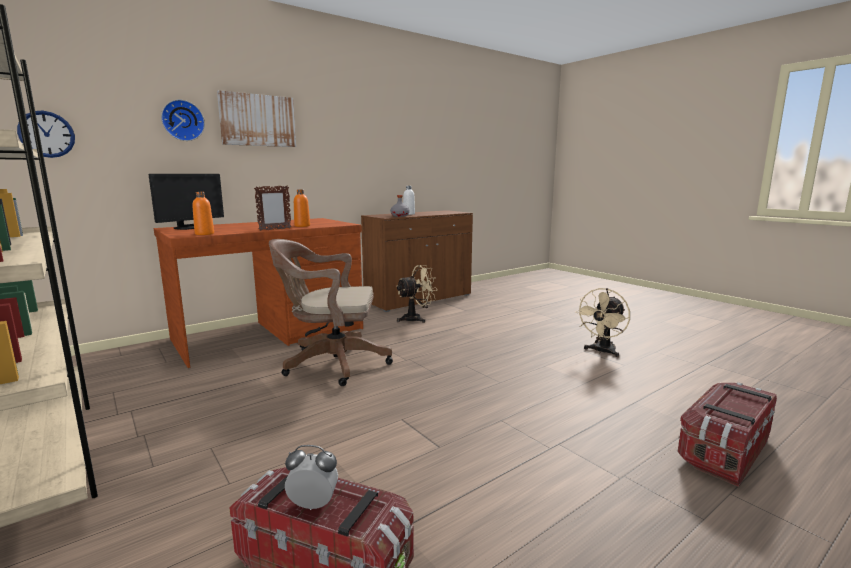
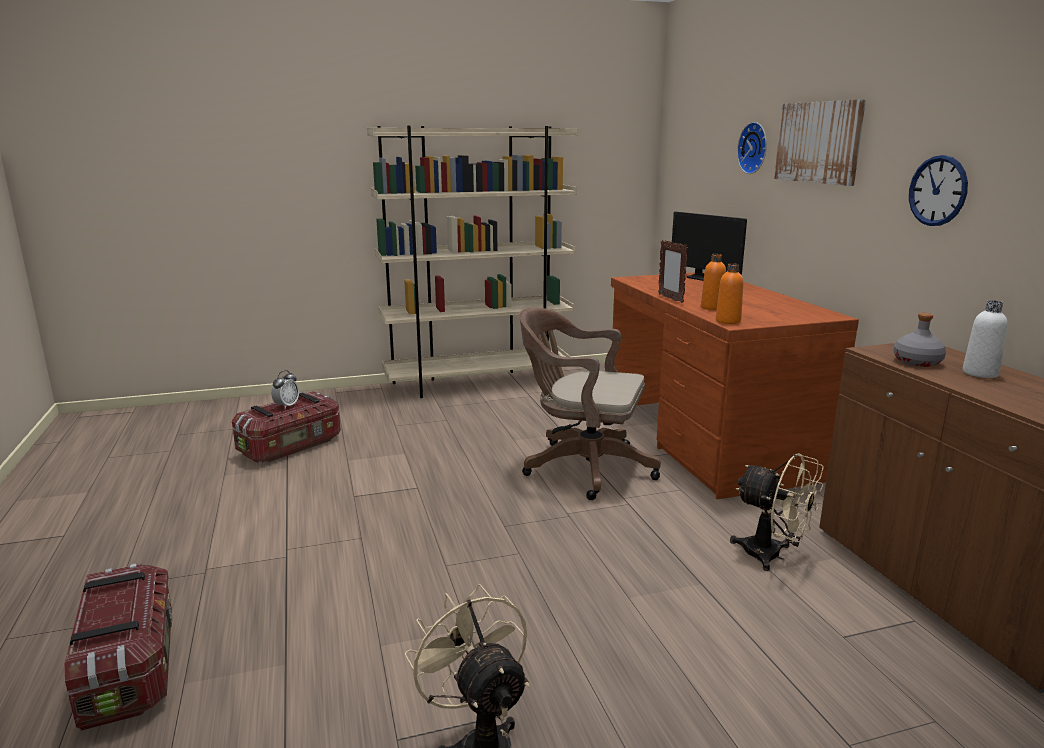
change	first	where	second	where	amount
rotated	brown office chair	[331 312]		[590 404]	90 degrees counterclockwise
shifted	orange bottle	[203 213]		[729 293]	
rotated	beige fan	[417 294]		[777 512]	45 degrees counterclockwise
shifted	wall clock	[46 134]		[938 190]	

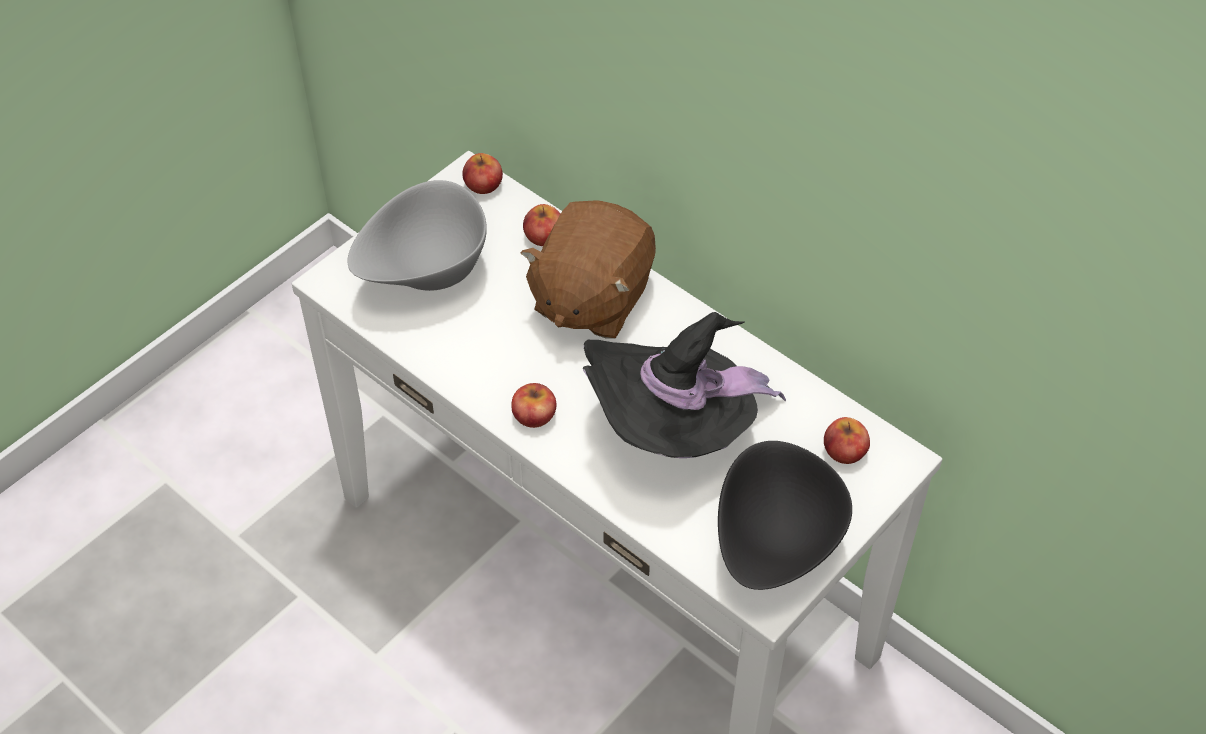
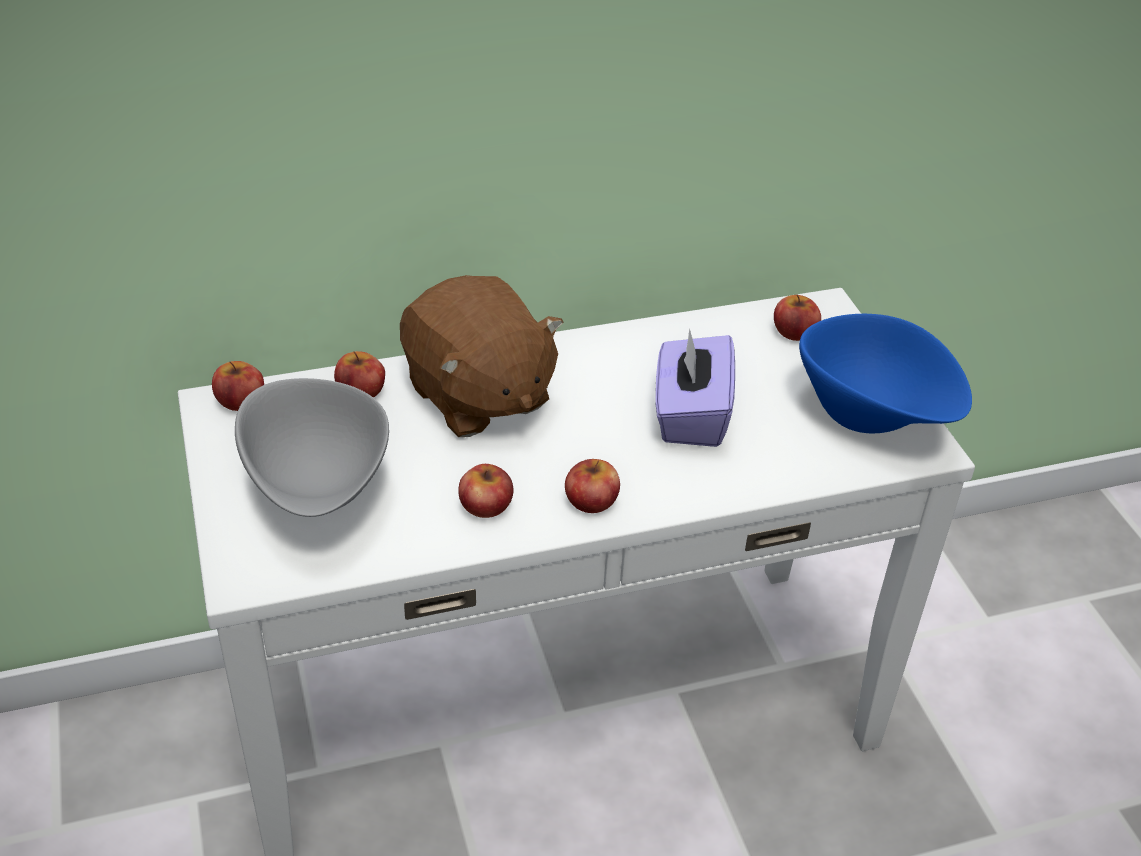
change	first	where	second	where	amount
new			apple	[485 491]	
swapped	black hat	[684 385]	purple tissue box	[695 387]	
repainted	black bowl	[785 515]	blue bowl	[885 373]	

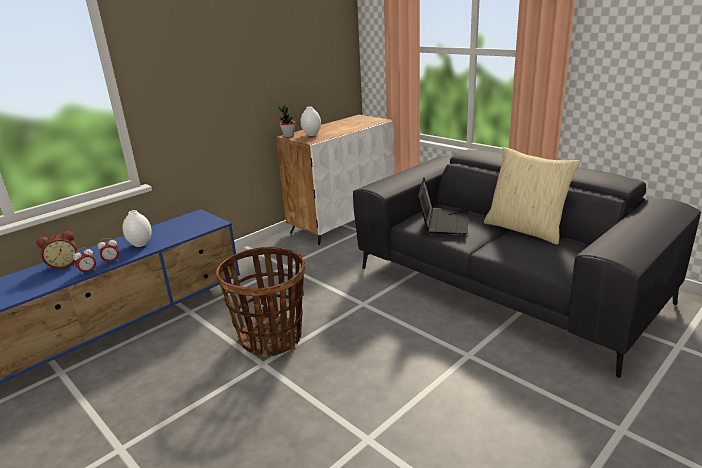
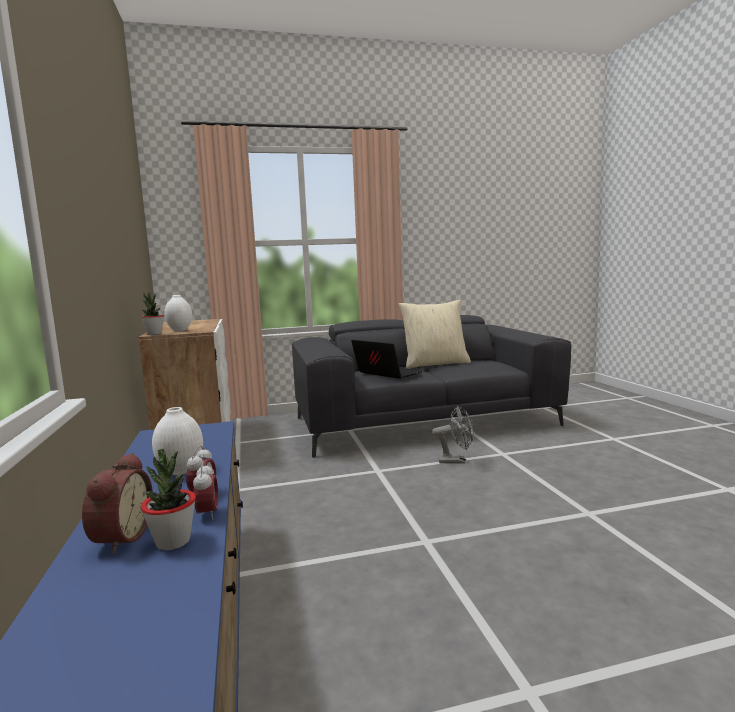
change	first	where	second	where	amount
new			potted plant	[168 499]	
new			grey fan	[453 434]	
gone	basket	[260 301]			

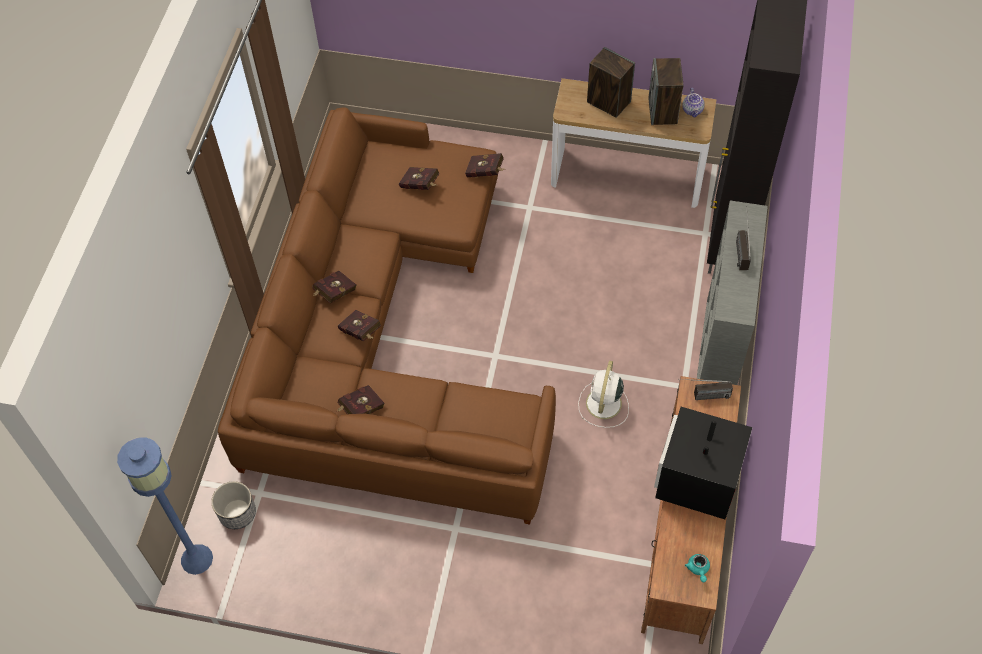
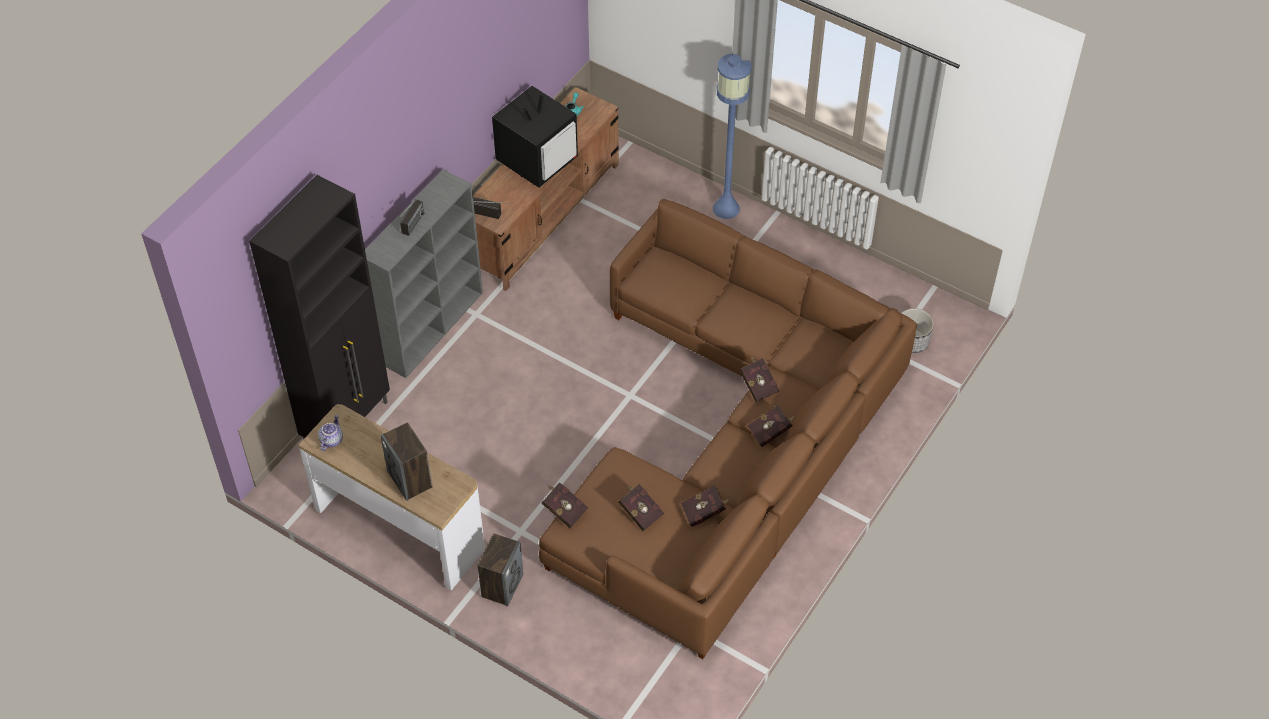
change	first	where	second	where	amount
shifted	speaker	[666 91]		[500 569]	
shifted	red book	[361 399]		[705 506]	
shifted	blue floor lamp	[165 506]		[732 136]	
gone	white fan	[603 394]			

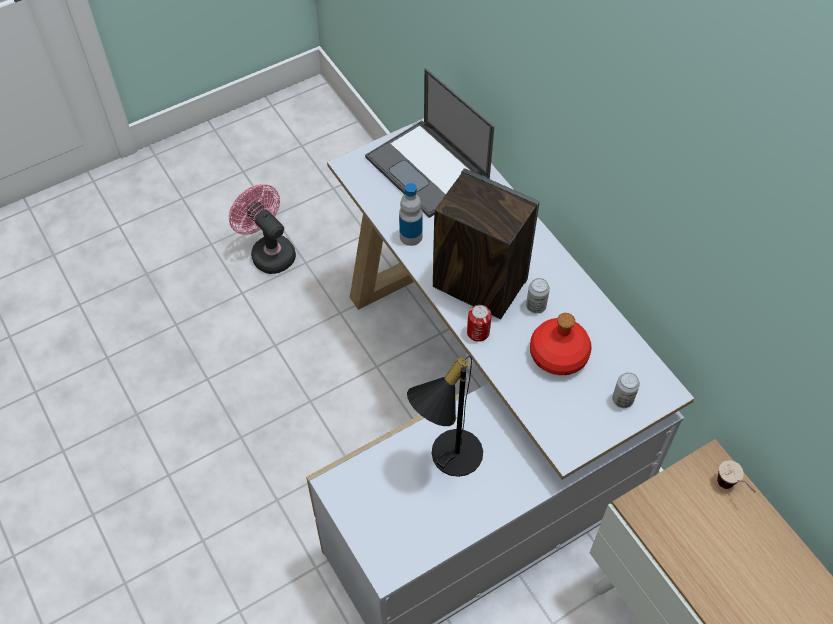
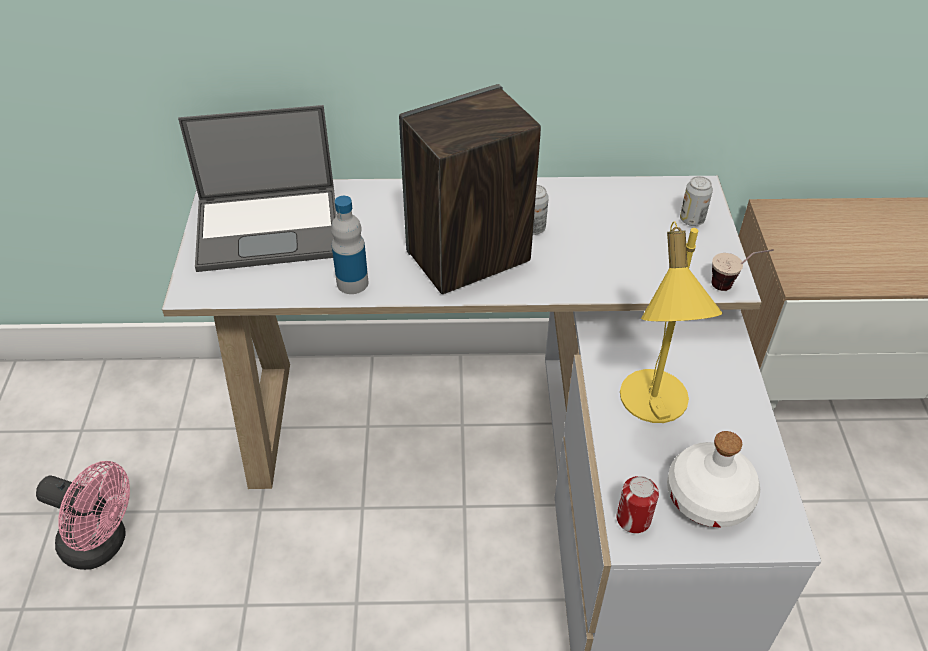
change	first	where	second	where	amount
rotated	pink fan	[262 229]		[83 515]	150 degrees counterclockwise
shifted	can	[479 323]		[637 504]	
repainted	black table lamp	[445 416]	yellow table lamp	[671 322]	
new			white bottle	[713 479]	
shifted	cup	[736 476]		[743 270]	
gone	red bottle	[561 344]			

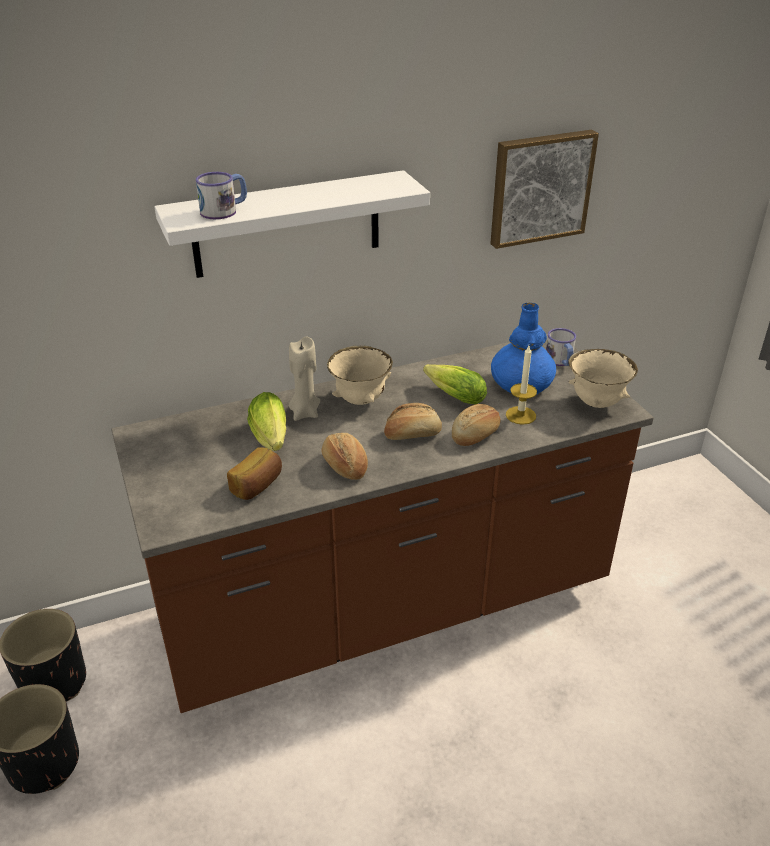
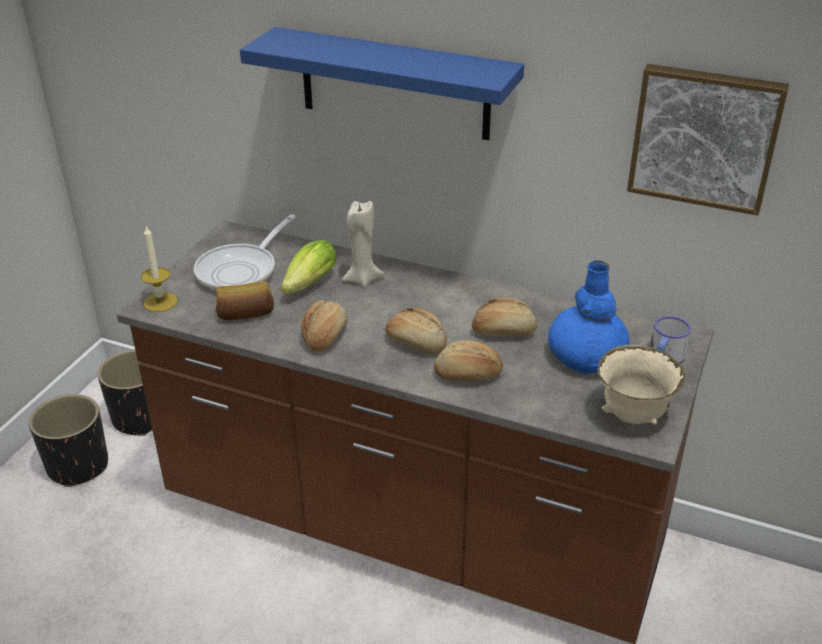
change	first	where	second	where	amount
shifted	candle	[521 385]		[159 269]	
new			frying pan	[245 252]	
repainted	white shelf	[292 224]	blue shelf	[382 83]	
swapped	lettuce	[455 384]	bread	[504 317]	
gone	mug	[221 195]			
gone	beige bowl	[360 375]			

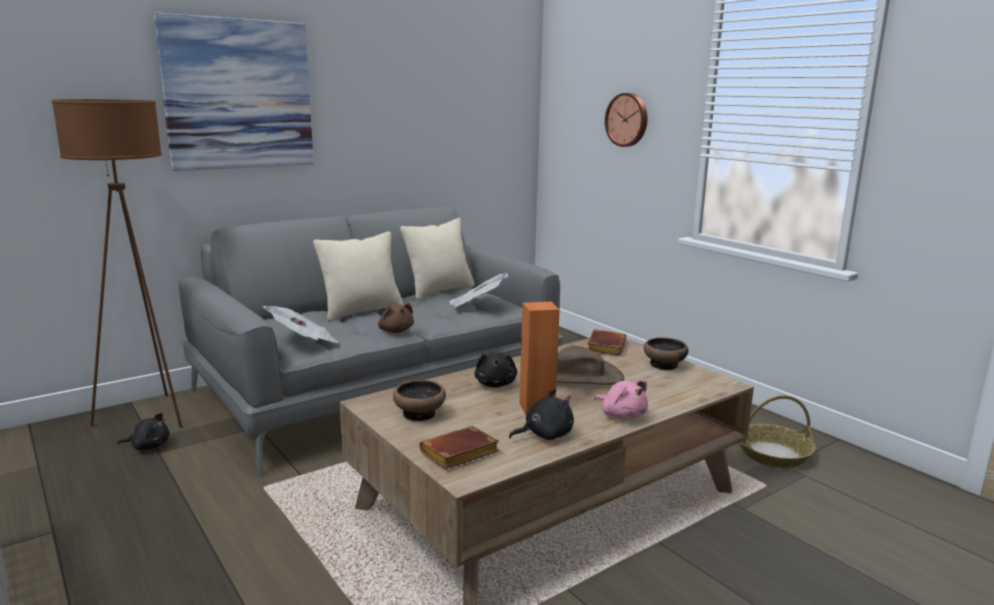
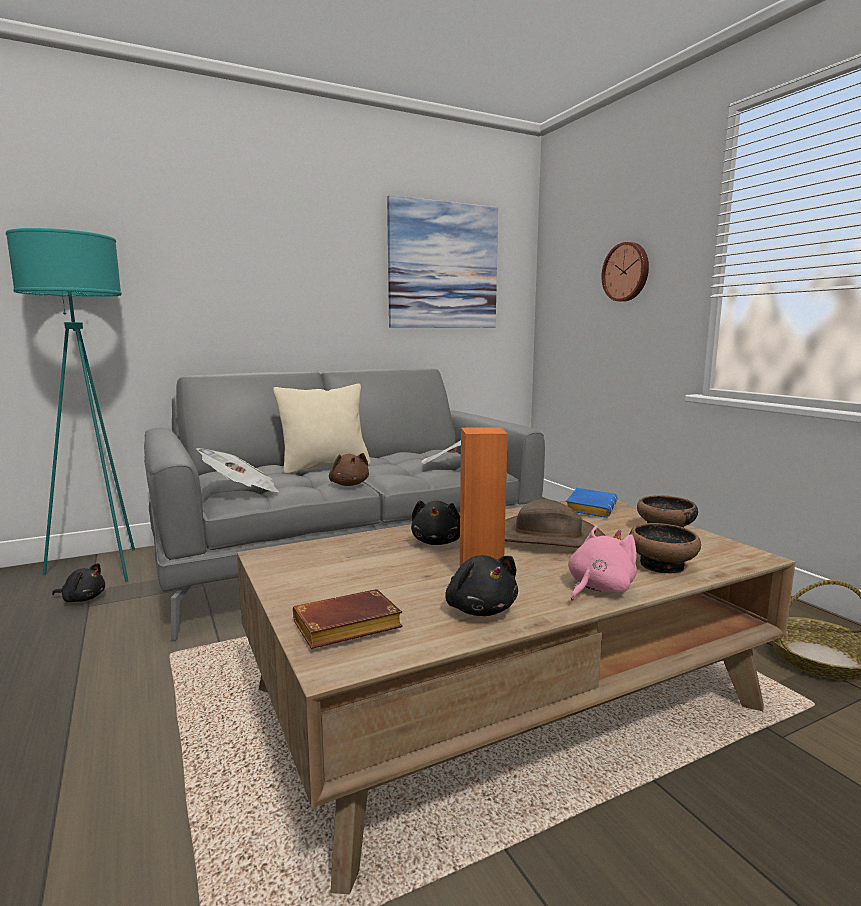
change	first	where	second	where	amount
repainted	brown floor lamp	[117 263]	turquoise floor lamp	[70 405]	
shifted	picture	[234 91]		[442 261]	
rotated	black plush toy	[541 414]		[481 585]	75 degrees clockwise
repainted	brown book	[607 342]	blue book	[591 503]	
rotated	pink plush toy	[621 400]		[602 563]	105 degrees counterclockwise
shifted	bowl	[419 400]		[665 548]	
gone	beige pillow	[437 259]			

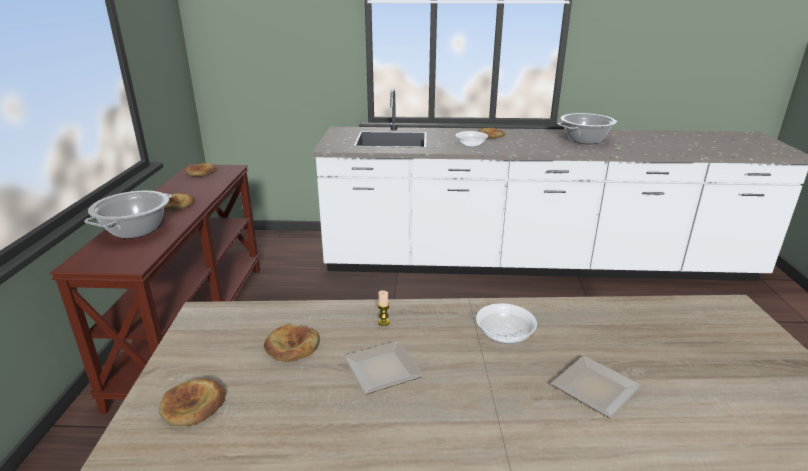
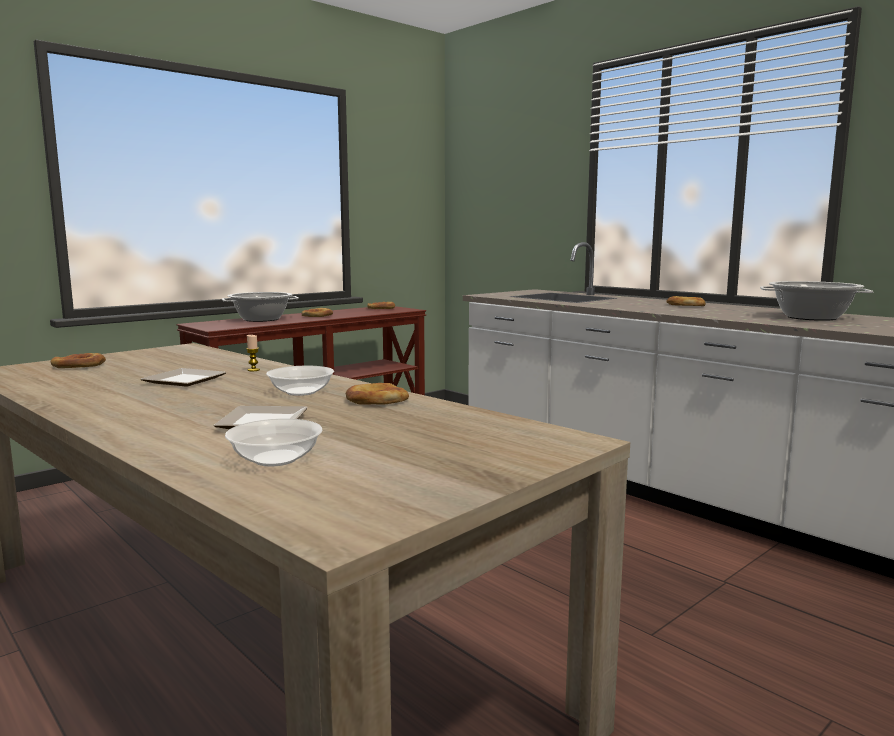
change	first	where	second	where	amount
shifted	bowl	[472 139]		[273 442]	
shifted	bread	[292 343]		[377 394]	

